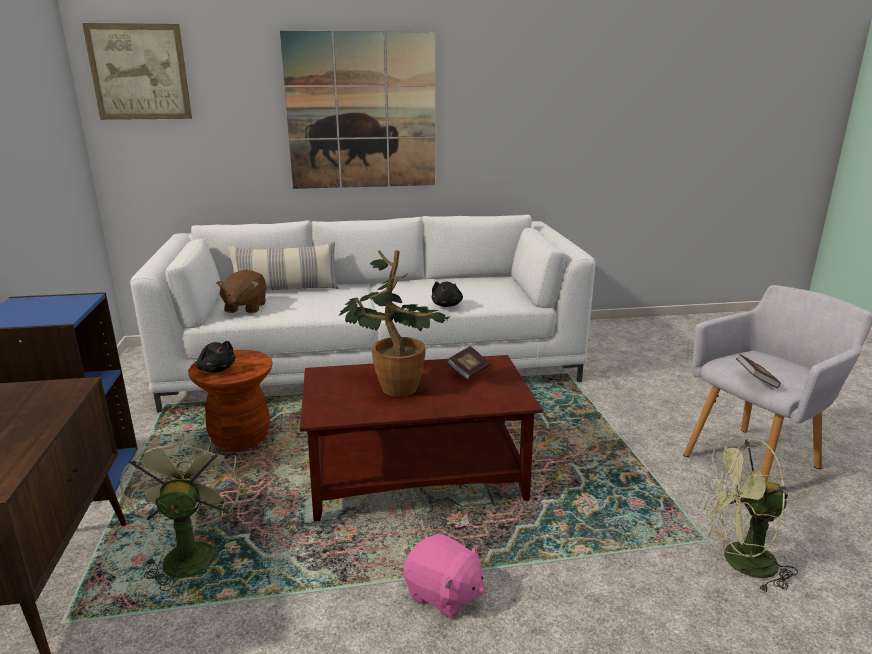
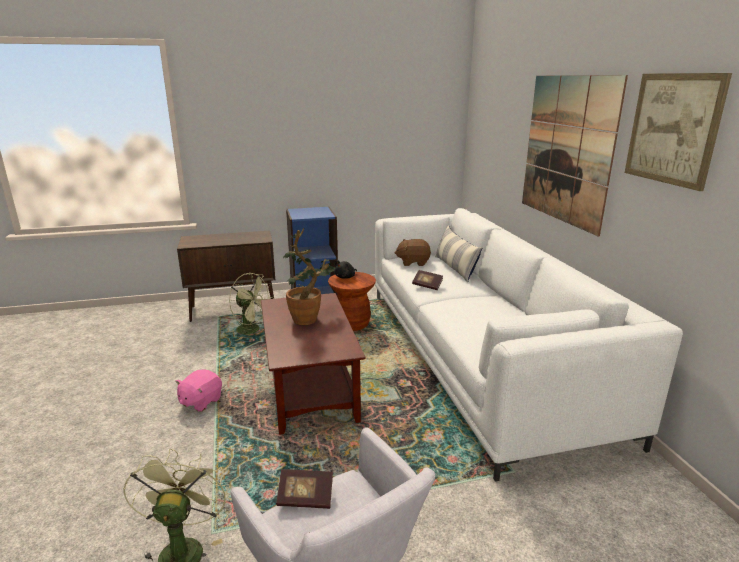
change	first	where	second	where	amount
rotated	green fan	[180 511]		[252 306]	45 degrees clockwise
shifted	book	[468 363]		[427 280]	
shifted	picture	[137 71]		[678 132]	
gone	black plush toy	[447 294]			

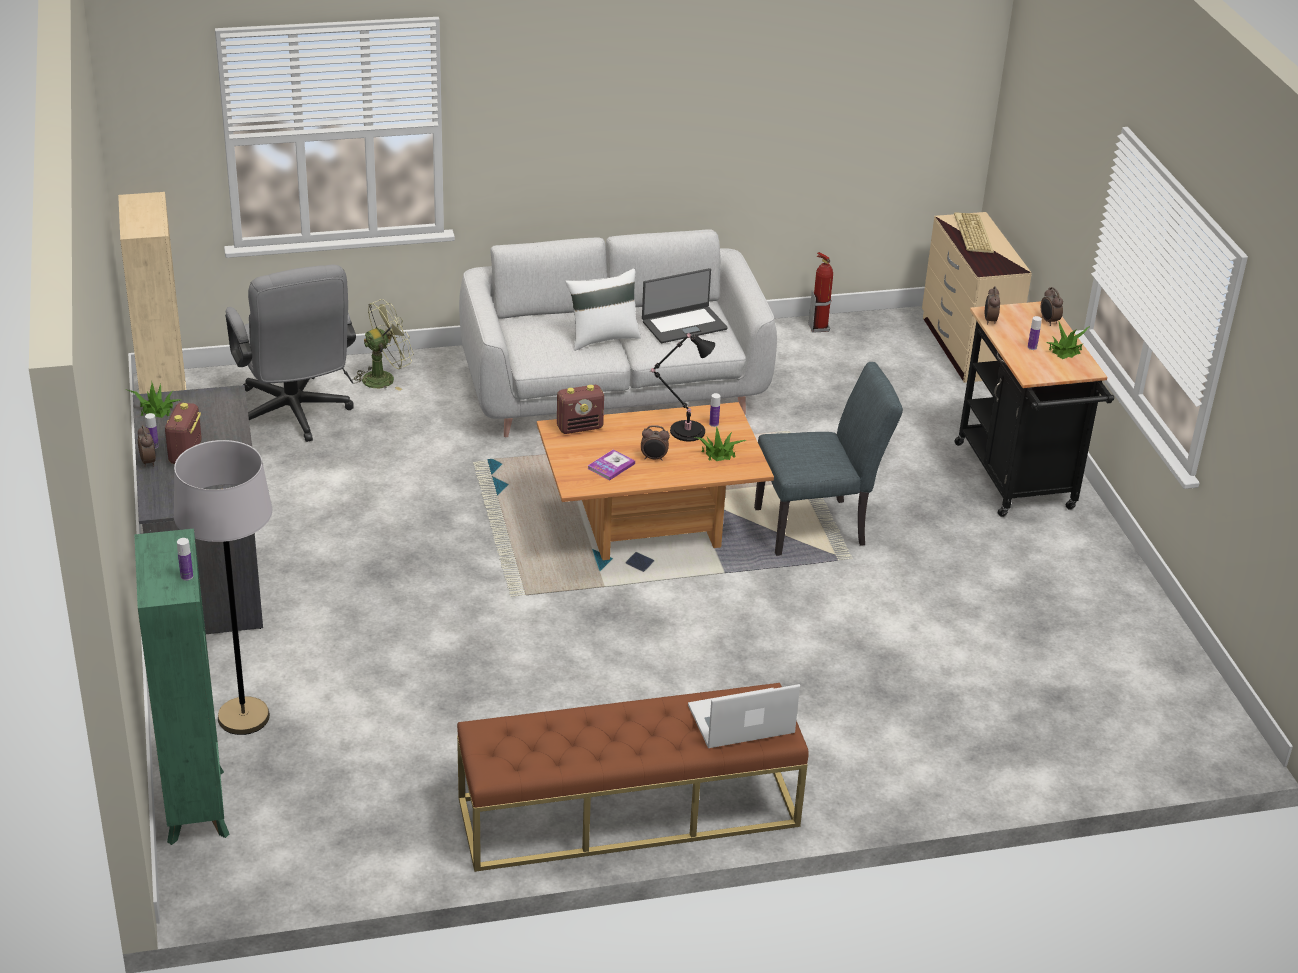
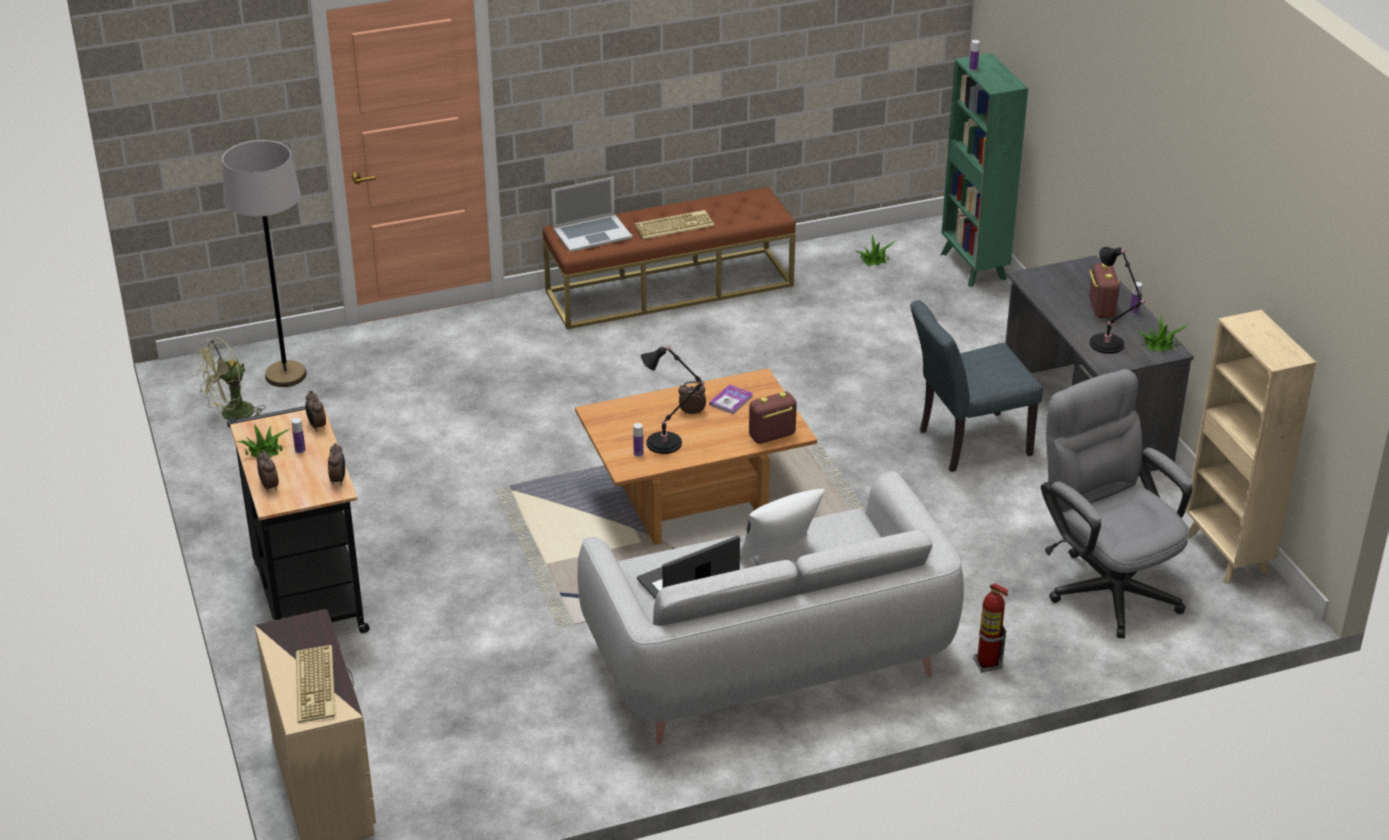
change	first	where	second	where	amount
shifted	green fan	[383 345]		[230 379]	
shifted	grey floor lamp	[223 587]		[264 263]	
shifted	alarm clock	[147 446]		[315 411]	
new			keyboard	[674 224]	
shifted	potted plant	[720 444]		[876 250]	
shifted	grey chair	[828 459]		[976 386]	
shifted	fire extinguisher	[820 292]		[991 627]	
new			black table lamp	[1117 300]	

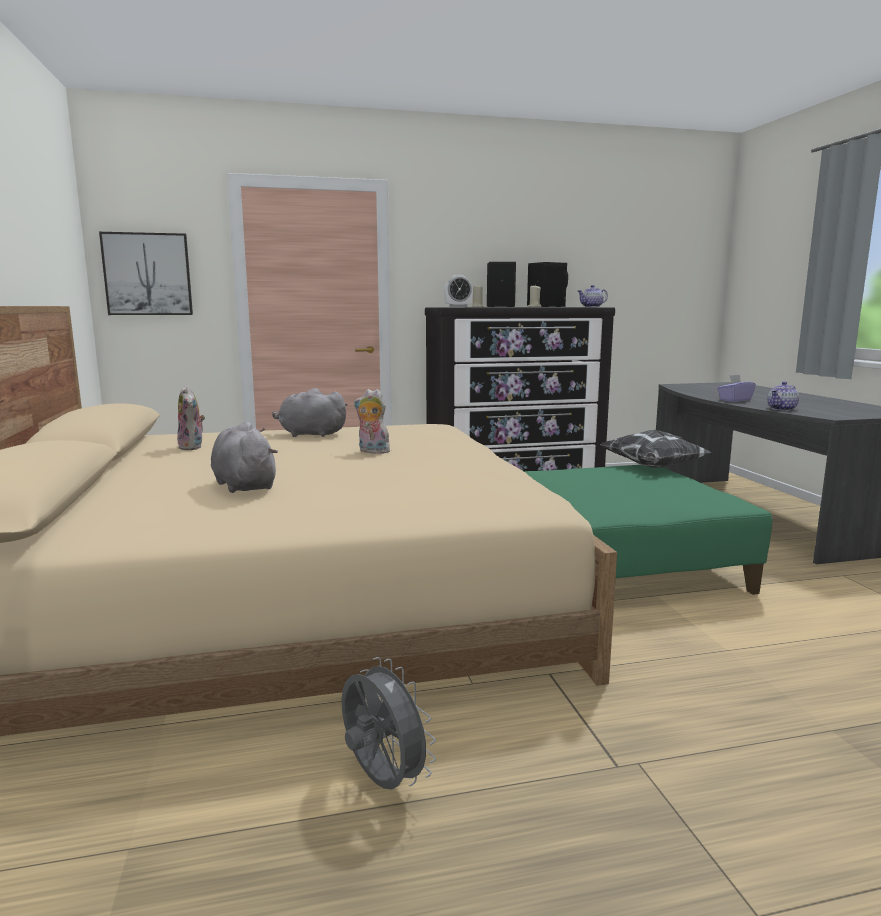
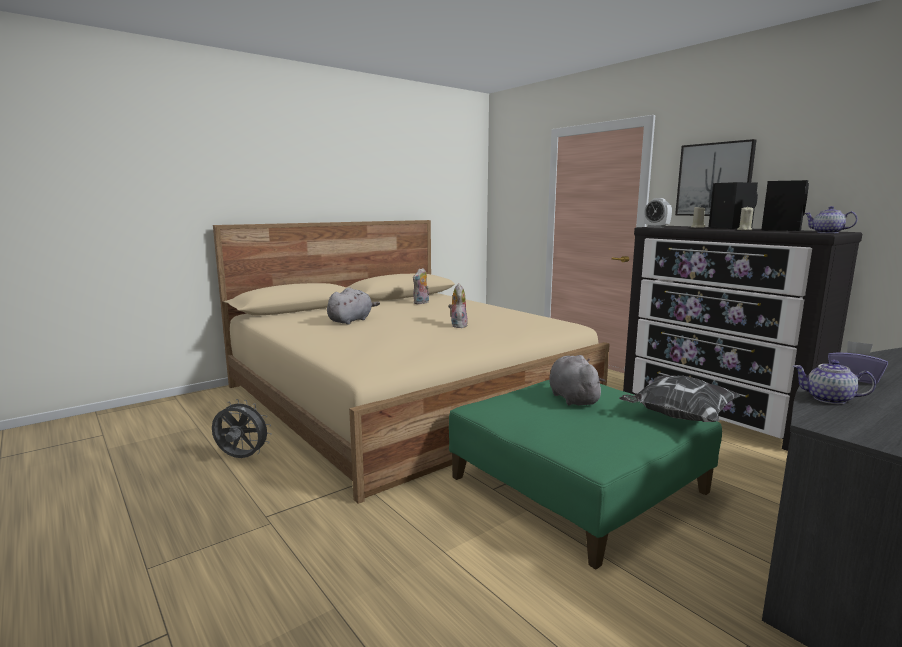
change	first	where	second	where	amount
rotated	grey fan	[389 723]		[242 428]	105 degrees counterclockwise
shifted	grey plush toy	[310 412]		[577 380]	
shifted	picture	[146 273]		[715 177]	

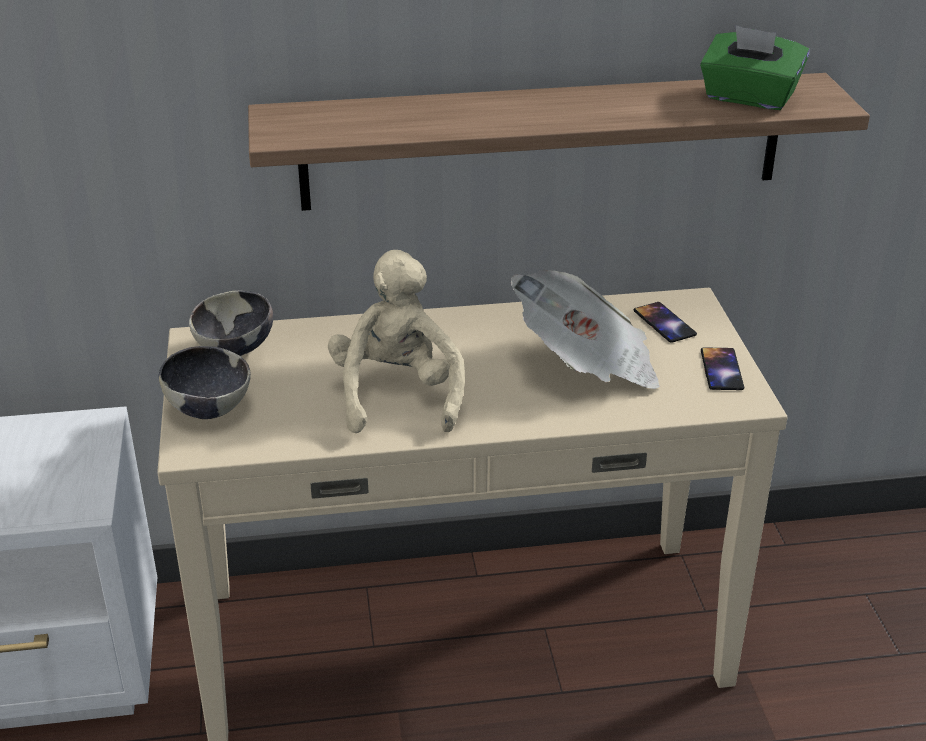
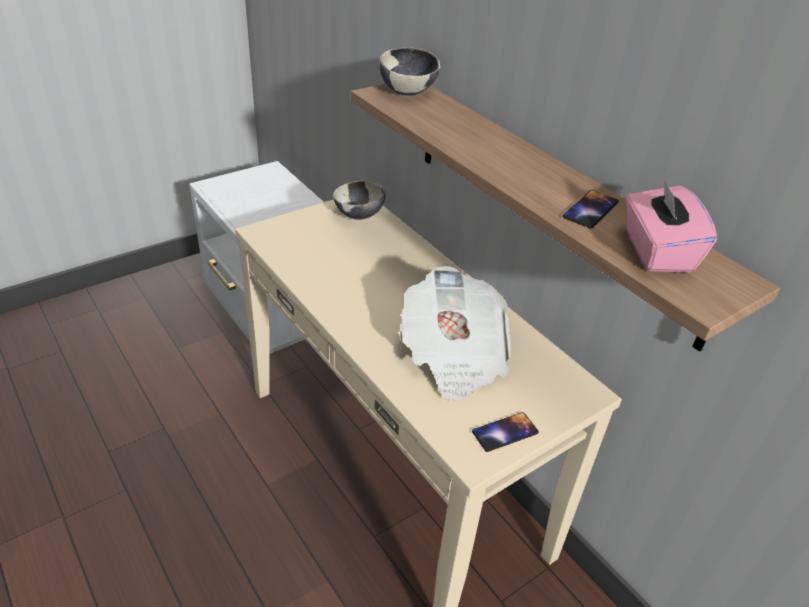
change	first	where	second	where	amount
shifted	bowl	[205 382]		[410 71]	
shifted	phone	[665 322]		[591 209]	
repainted	green tissue box	[755 67]	pink tissue box	[671 225]	
gone	beige plush toy	[396 341]			

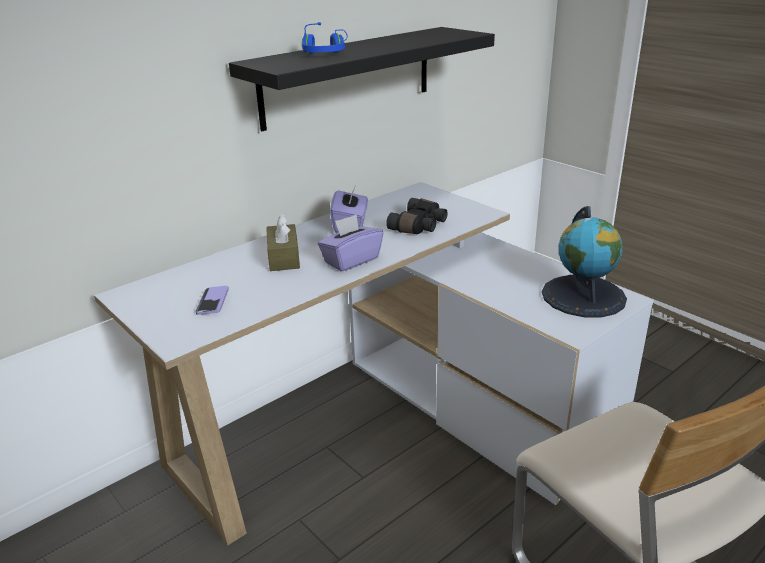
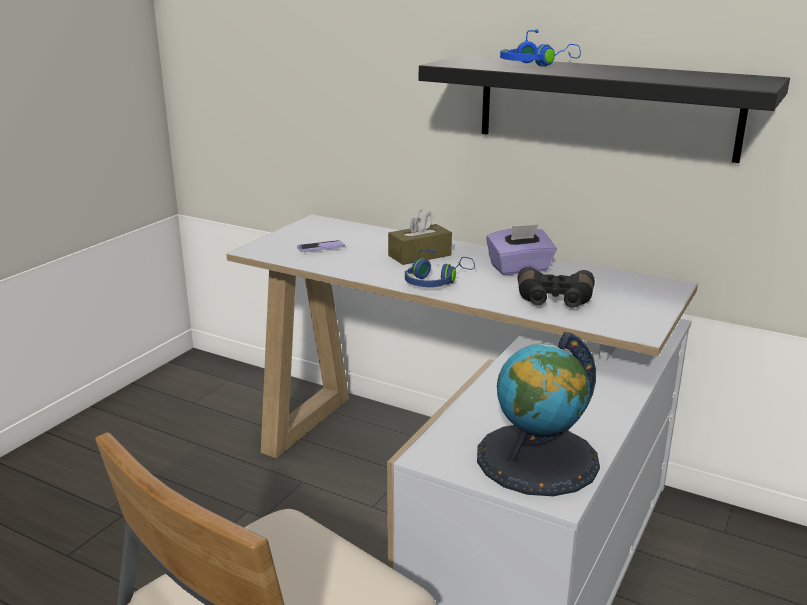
change	first	where	second	where	amount
swapped	purple tissue box	[351 243]	blue headphones	[440 268]	

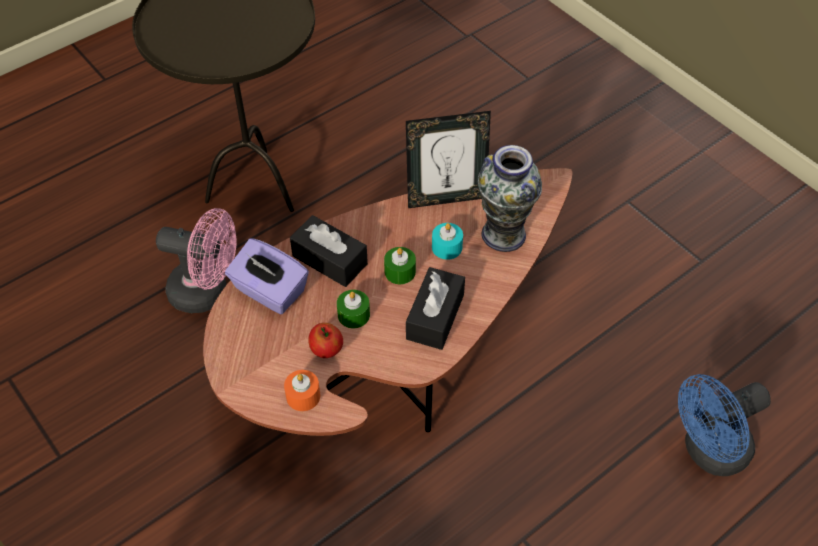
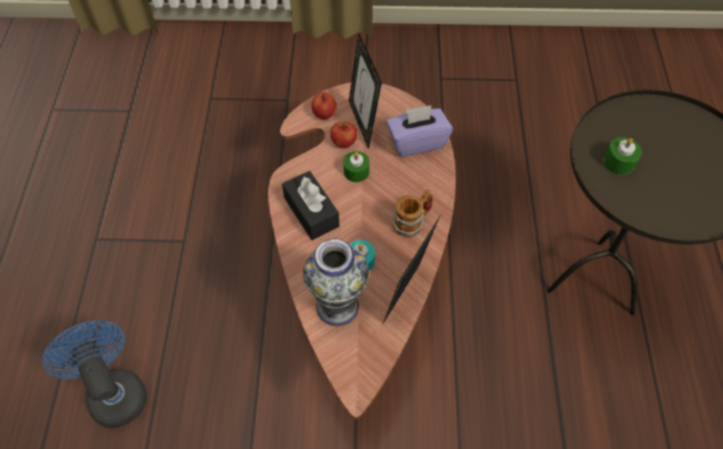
change	first	where	second	where	amount
rotated	blue fan	[724 425]		[94 374]	45 degrees counterclockwise
swapped	orange candle	[302 390]	apple	[324 105]	
new			picture frame	[365 91]	
new			mug	[413 213]	
shifted	green candle	[400 265]		[622 156]	
gone	pink fan	[196 260]			
gone	black tissue box	[329 251]			

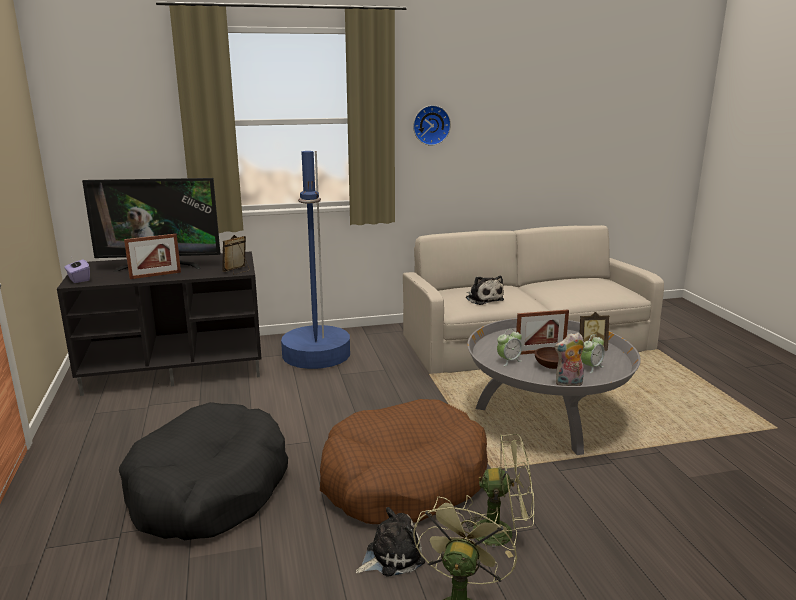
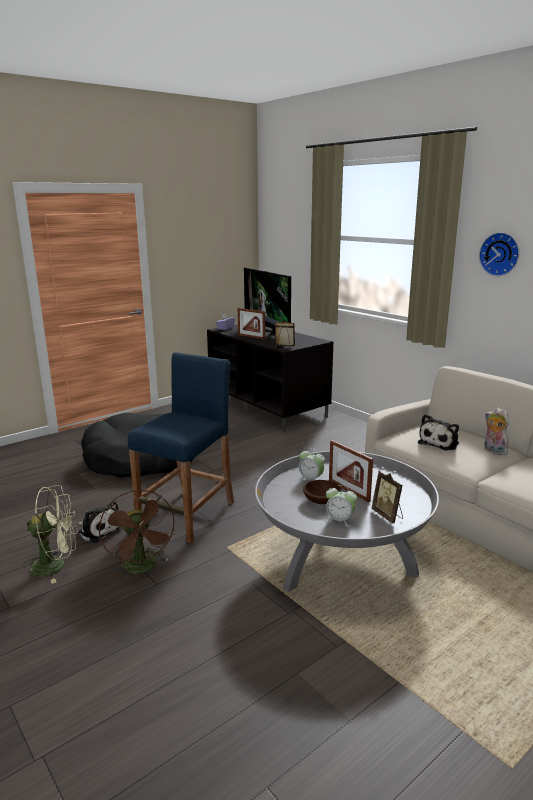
change	first	where	second	where	amount
repainted	green fan	[498 496]	brown fan	[137 534]	
swapped	brown dog bed	[404 461]	blue stool	[181 447]	
shifted	plush toy	[569 359]		[496 431]	
gone	blue floor lamp	[315 260]			

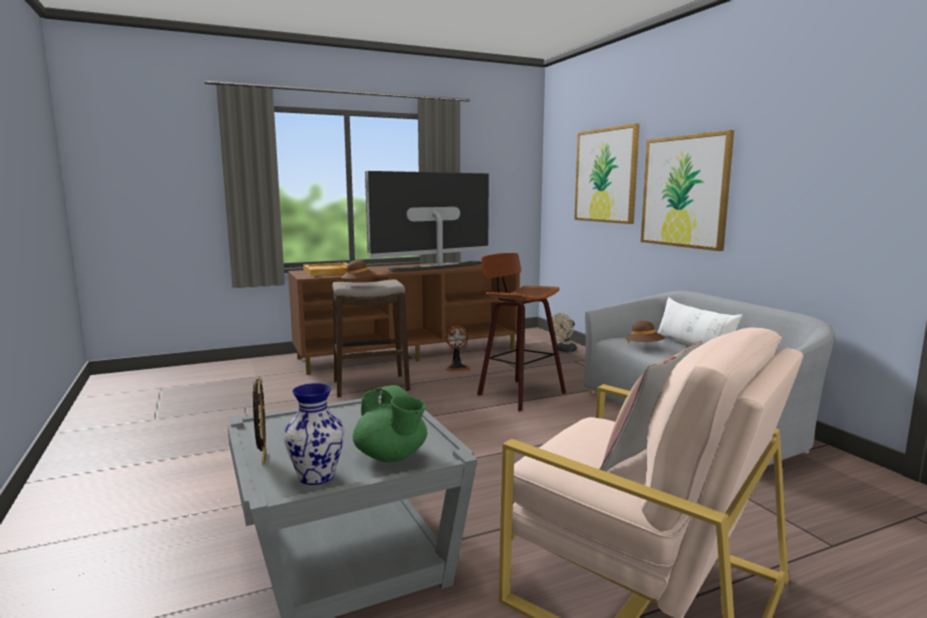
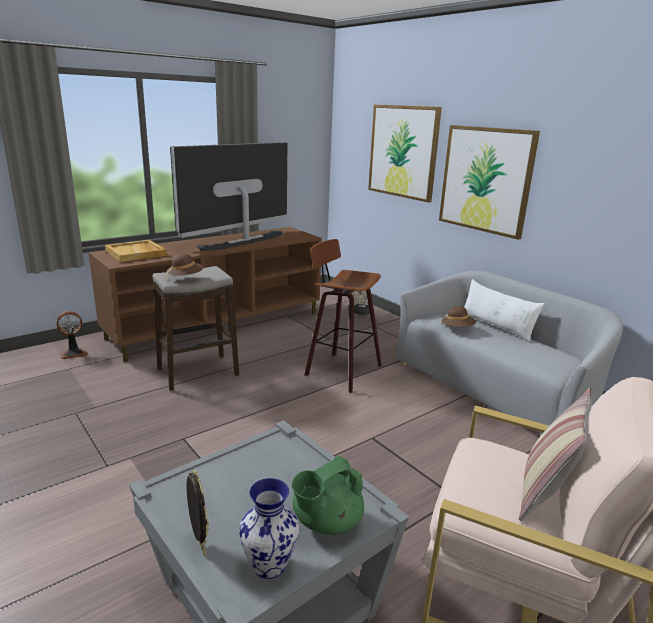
change	first	where	second	where	amount
shifted	fan	[457 348]		[72 335]	
rotated	green teapot	[390 423]		[328 495]	105 degrees clockwise

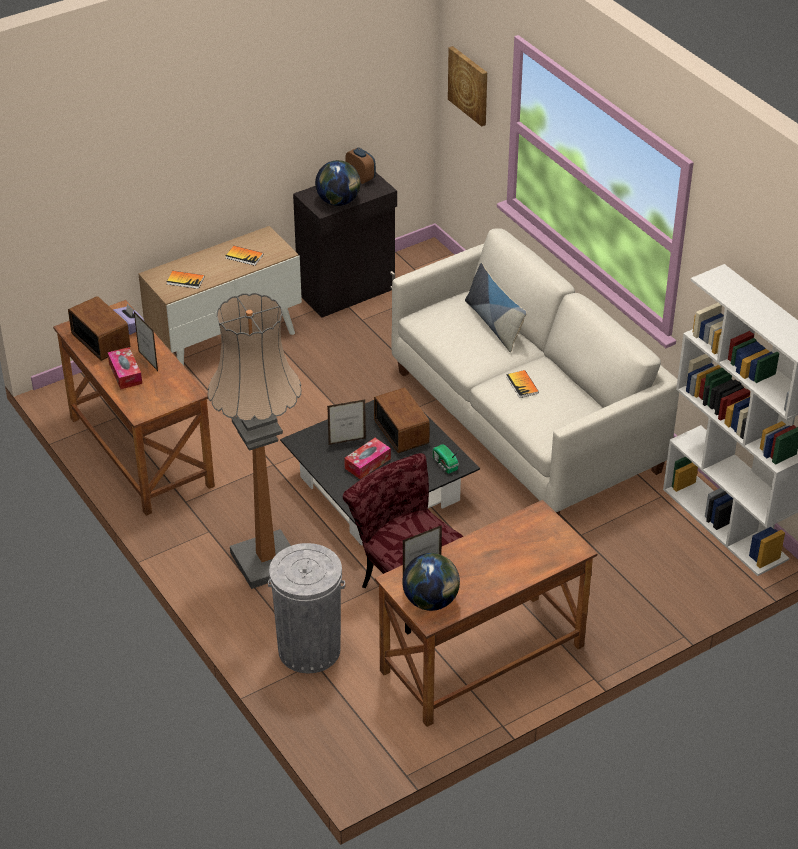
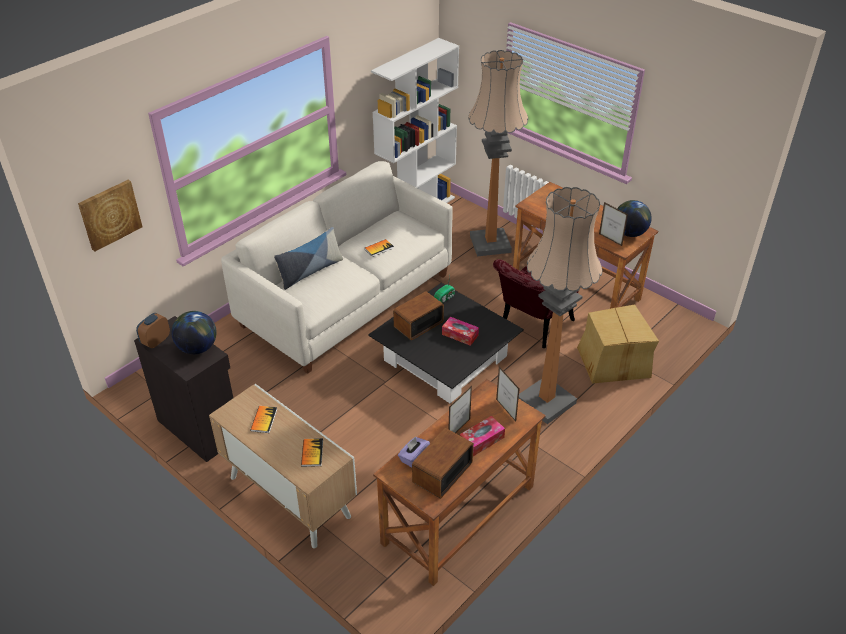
change	first	where	second	where	amount
new			floor lamp	[498 153]	
shifted	picture frame	[346 422]		[507 394]	
swapped	grey trash can	[306 608]	cardboard box	[618 344]	

